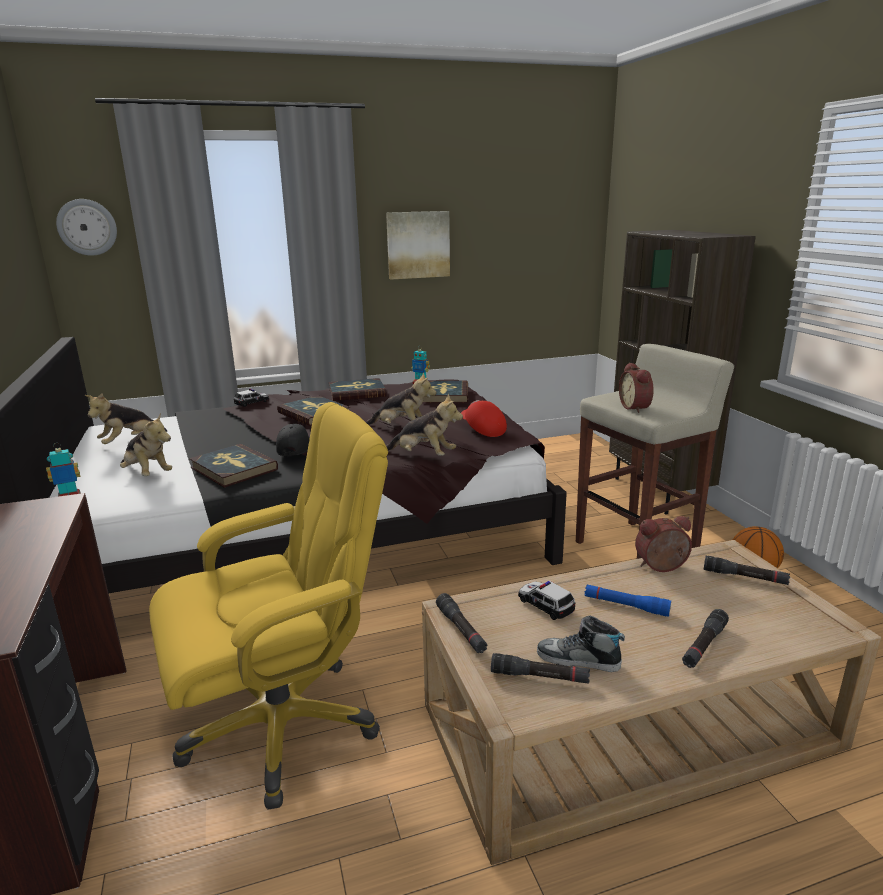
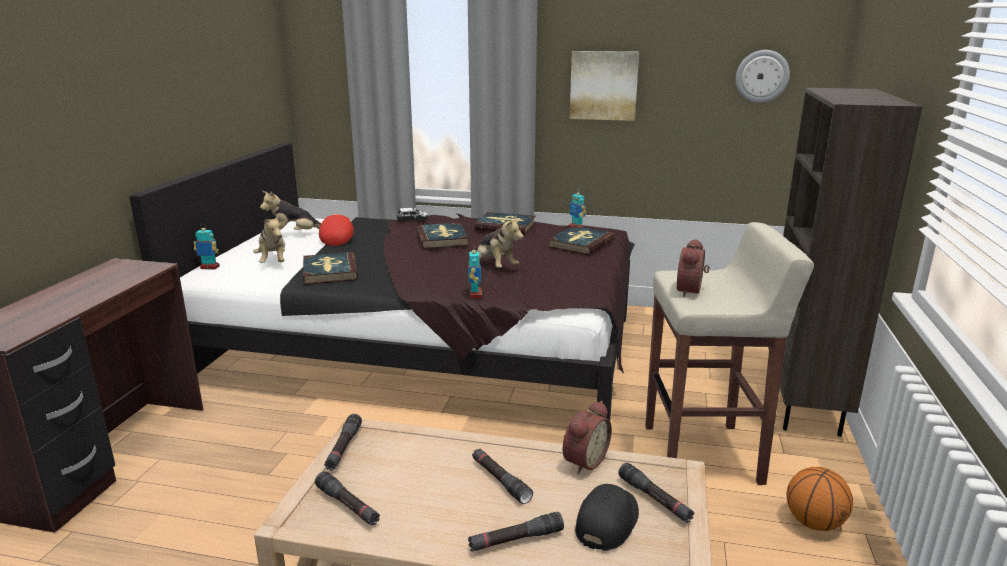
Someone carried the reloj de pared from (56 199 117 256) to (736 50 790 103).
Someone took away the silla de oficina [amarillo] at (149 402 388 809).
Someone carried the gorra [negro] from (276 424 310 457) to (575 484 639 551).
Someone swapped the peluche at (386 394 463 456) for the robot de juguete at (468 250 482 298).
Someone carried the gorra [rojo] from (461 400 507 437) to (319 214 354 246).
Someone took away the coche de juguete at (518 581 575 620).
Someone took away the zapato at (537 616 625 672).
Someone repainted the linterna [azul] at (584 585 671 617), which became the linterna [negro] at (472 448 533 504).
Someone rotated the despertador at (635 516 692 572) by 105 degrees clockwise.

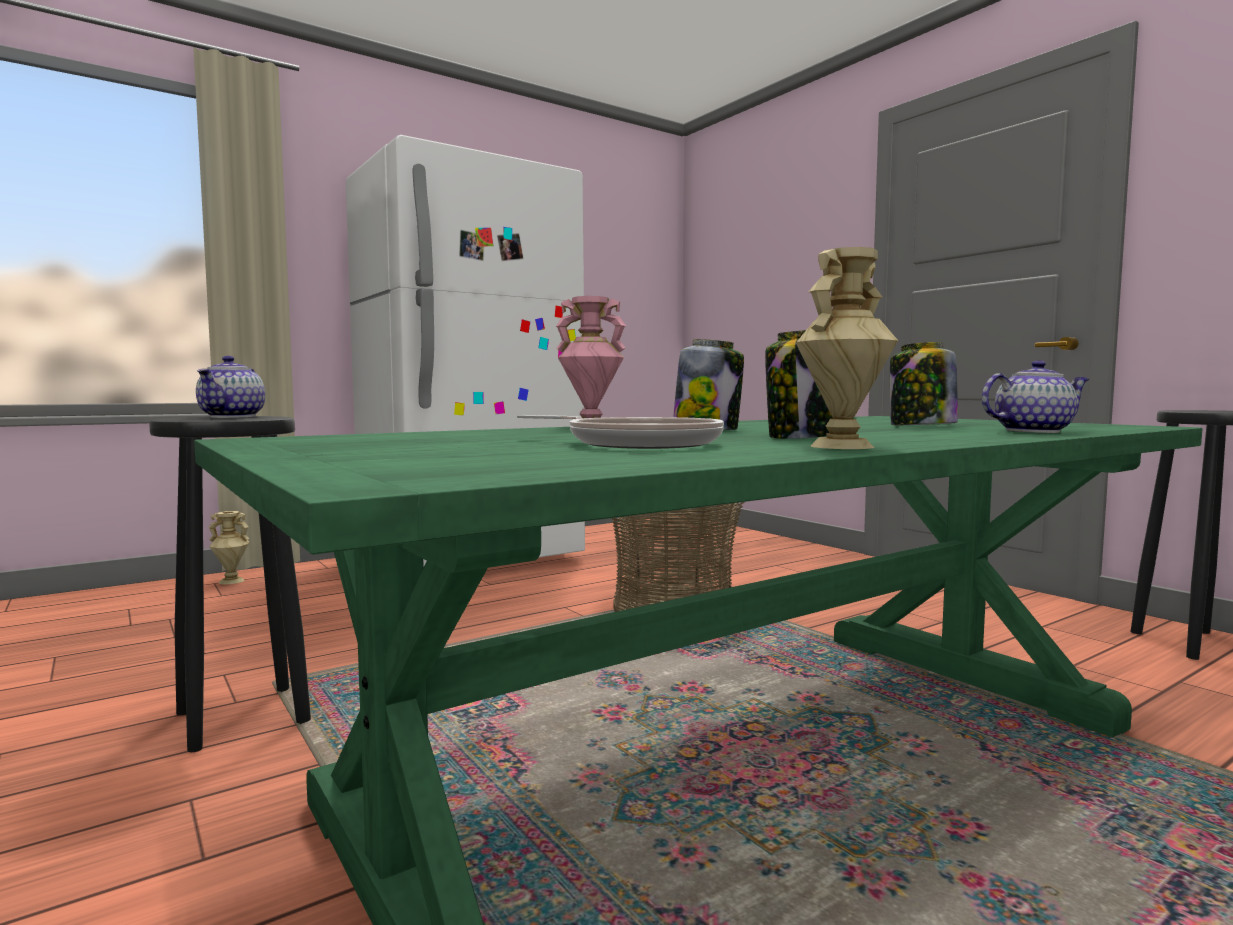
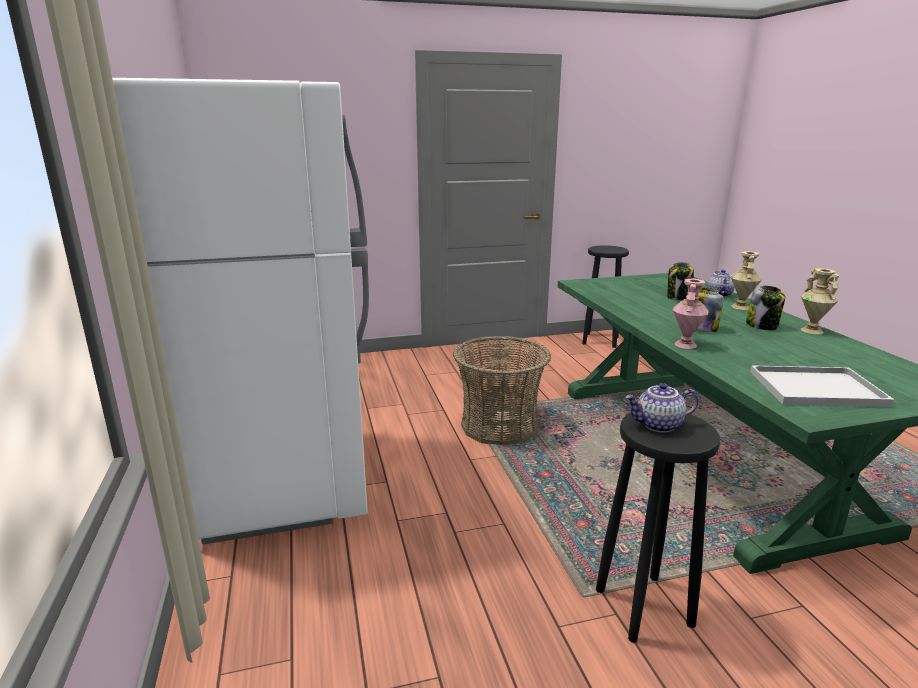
Someone rotated the tetera at (196 356 265 418) by 150 degrees clockwise.
Someone carried the florero [beis] from (209 511 249 584) to (731 251 762 310).
Someone took away the sartén at (517 415 724 449).
Someone put down the bandeja [blanco] at (750 365 894 407).

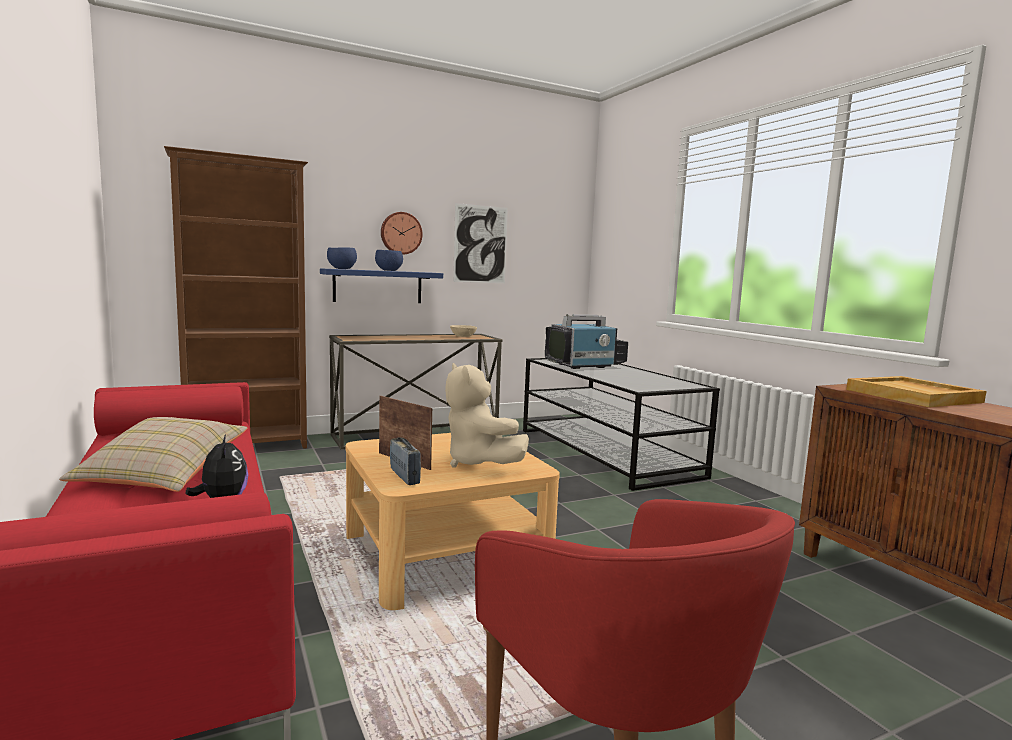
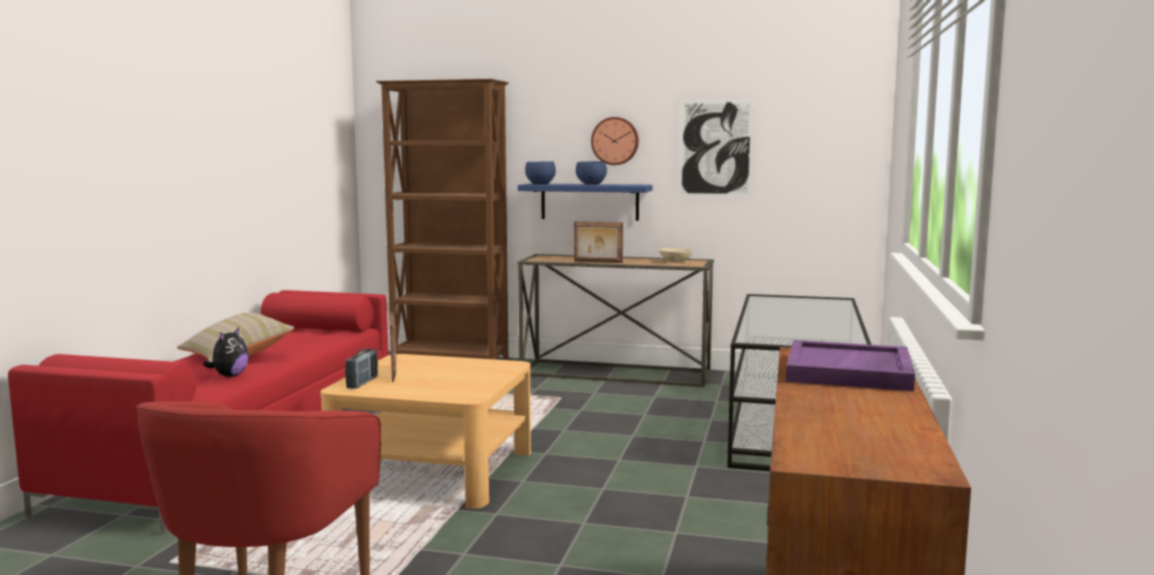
Someone took away the peluche [beis] at (445 363 529 468).
Someone took away the televisor at (545 314 628 369).
Someone repainted the bandeja [beis] at (846 376 986 407), which became the bandeja [morado] at (786 340 915 391).
Someone put down the portarretratos at (574 221 623 263).

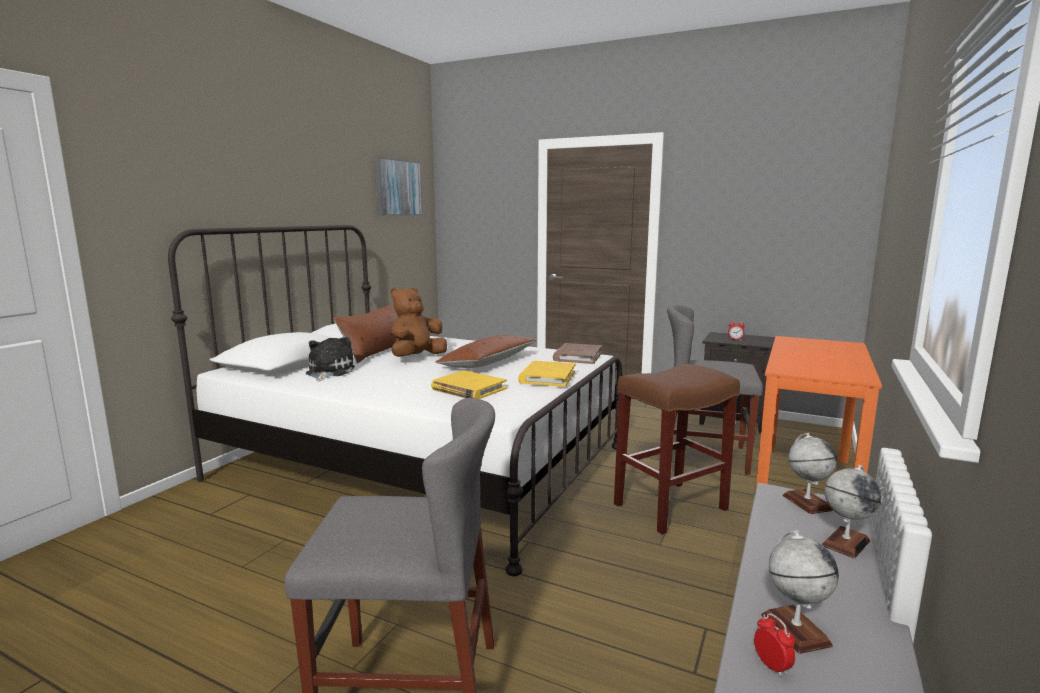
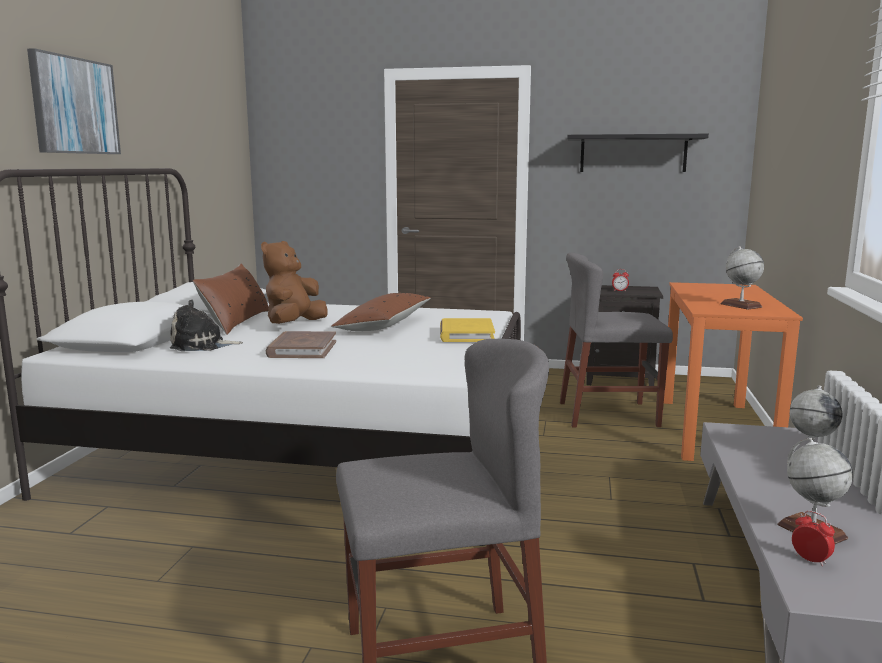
Someone rotated the peluche at (306 337 355 381) by 90 degrees counterclockwise.
Someone carried the cuadro from (376 157 423 216) to (27 48 121 154).
Someone took away the libro [amarillo] at (431 370 507 399).
Someone carried the libro [marrón] from (553 343 602 364) to (266 331 336 358).
Someone took away the taburete [marrón] at (614 364 740 535).
Someone carried the globo terráqueo from (783 433 837 514) to (721 246 764 309).
Someone put up the estante [negro] at (567 134 709 172).

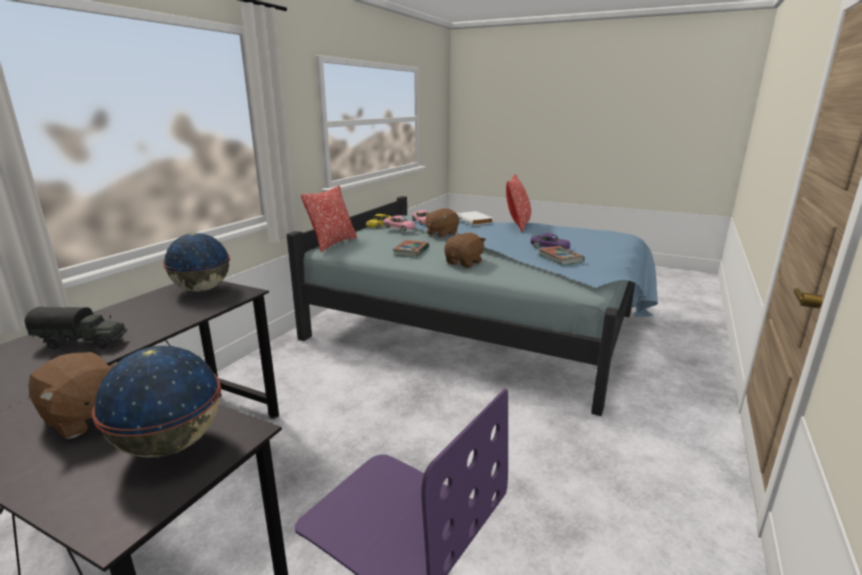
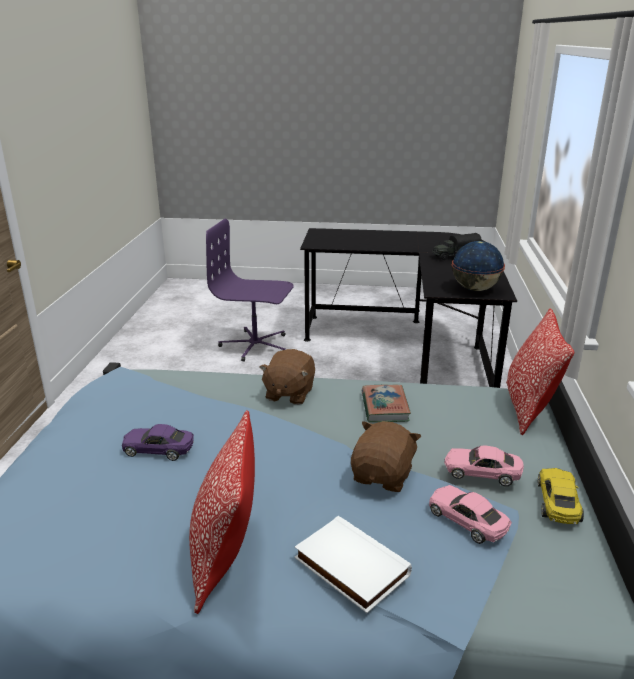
Someone took away the peluche [marrón] at (28 352 118 439).
Someone took away the globo terráqueo at (92 346 221 458).
Someone took away the libro at (539 246 585 265).

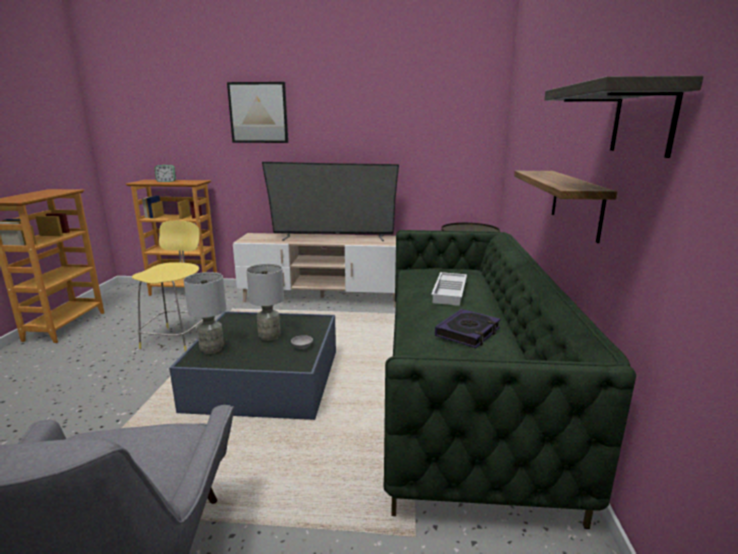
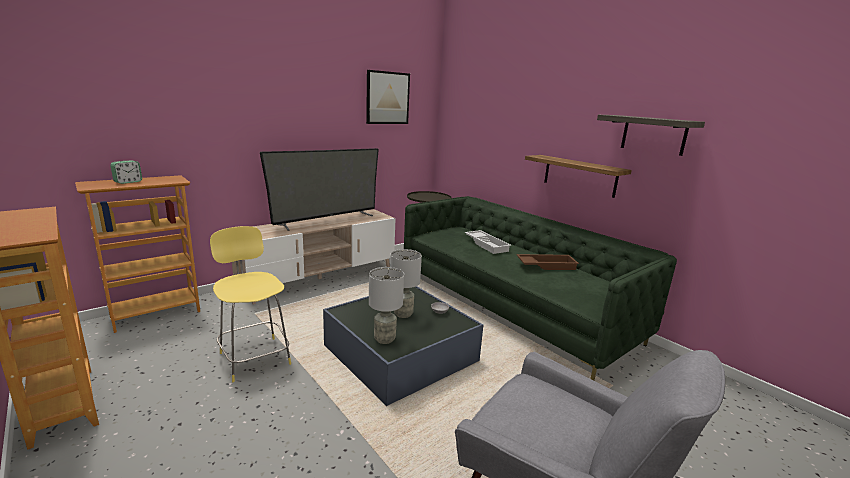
Someone carried the cuadro from (227 82 288 143) to (366 70 410 124).
Someone swapped the libro at (435 309 501 348) for the bandeja [marrón] at (517 254 579 270).

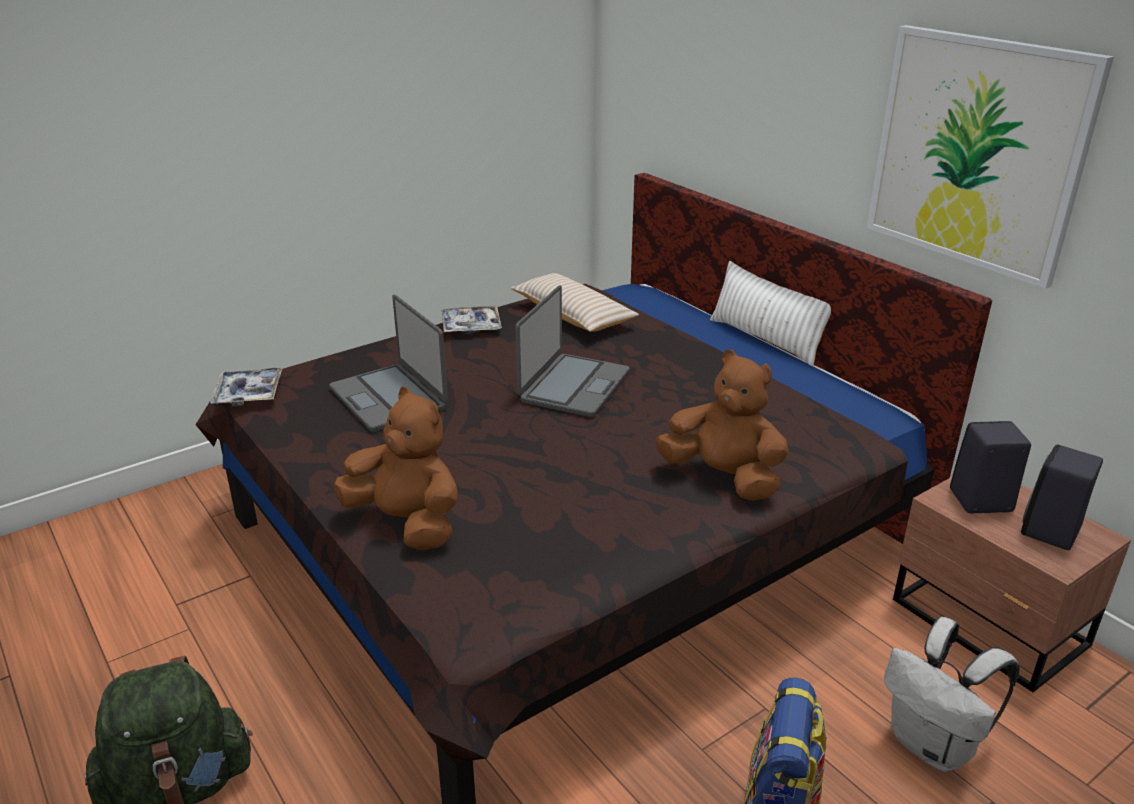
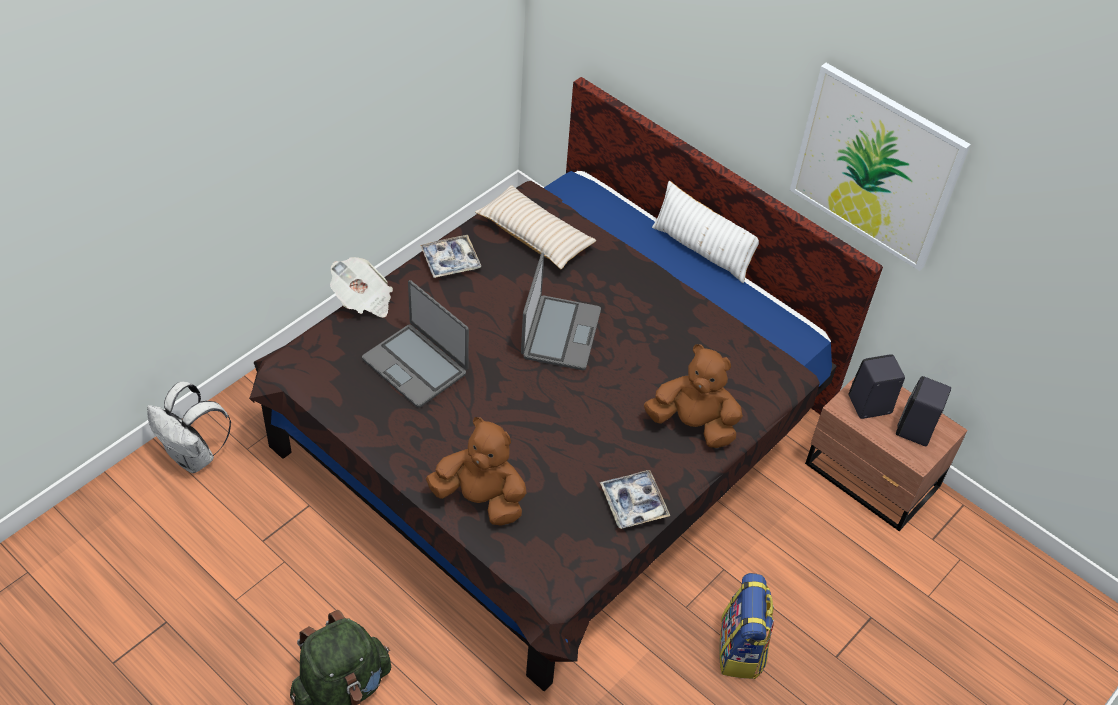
Someone carried the bandeja from (210 368 282 406) to (600 470 670 529).
Someone carried the mochila [blanco] from (884 617 1020 772) to (147 382 231 473).
Someone put down the periódico at (330 257 393 318).

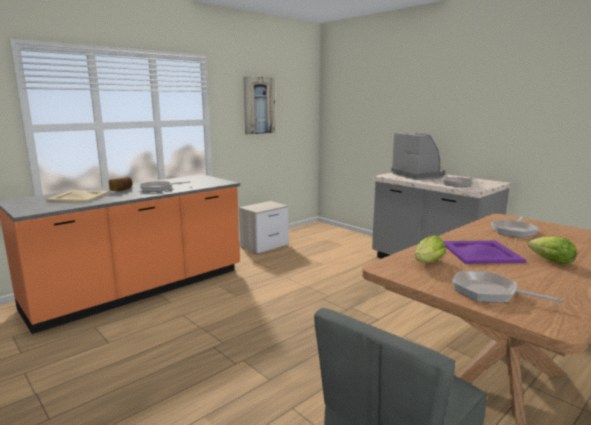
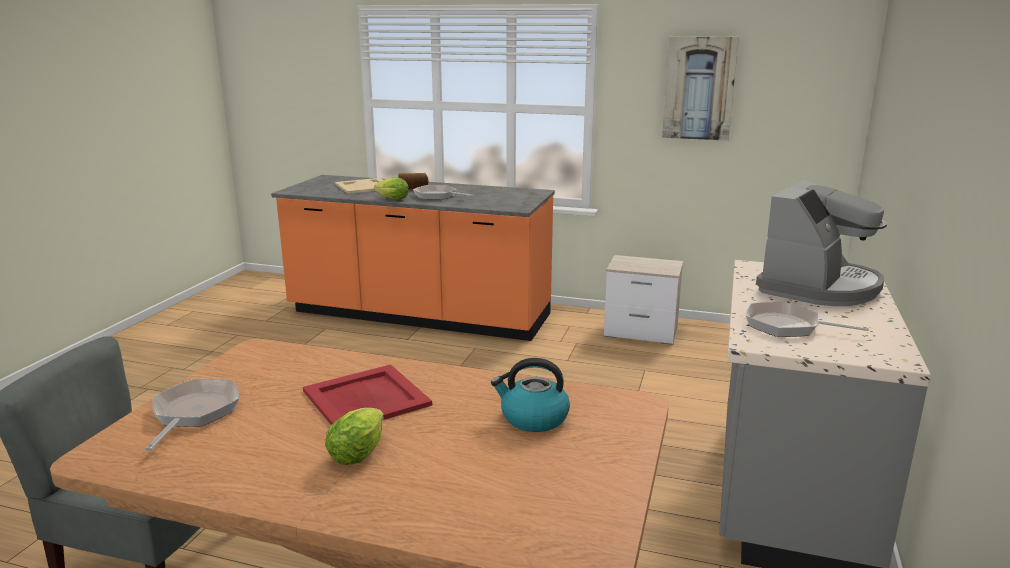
Someone carried the lechuga from (415 235 446 263) to (374 178 409 200).
Someone repainted the bandeja [morado] at (443 240 526 264), which became the bandeja [rojo] at (303 364 432 425).
Someone swapped the sartén at (491 216 539 238) for the hervidor at (491 358 570 432).

